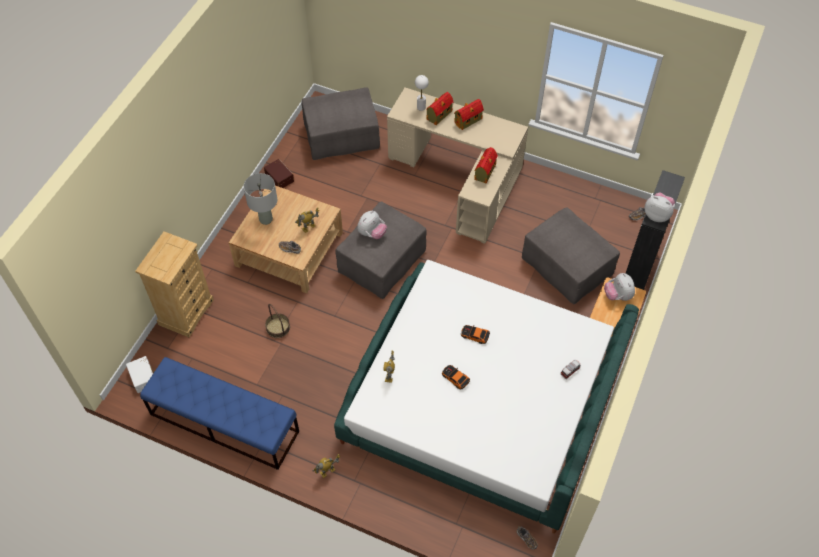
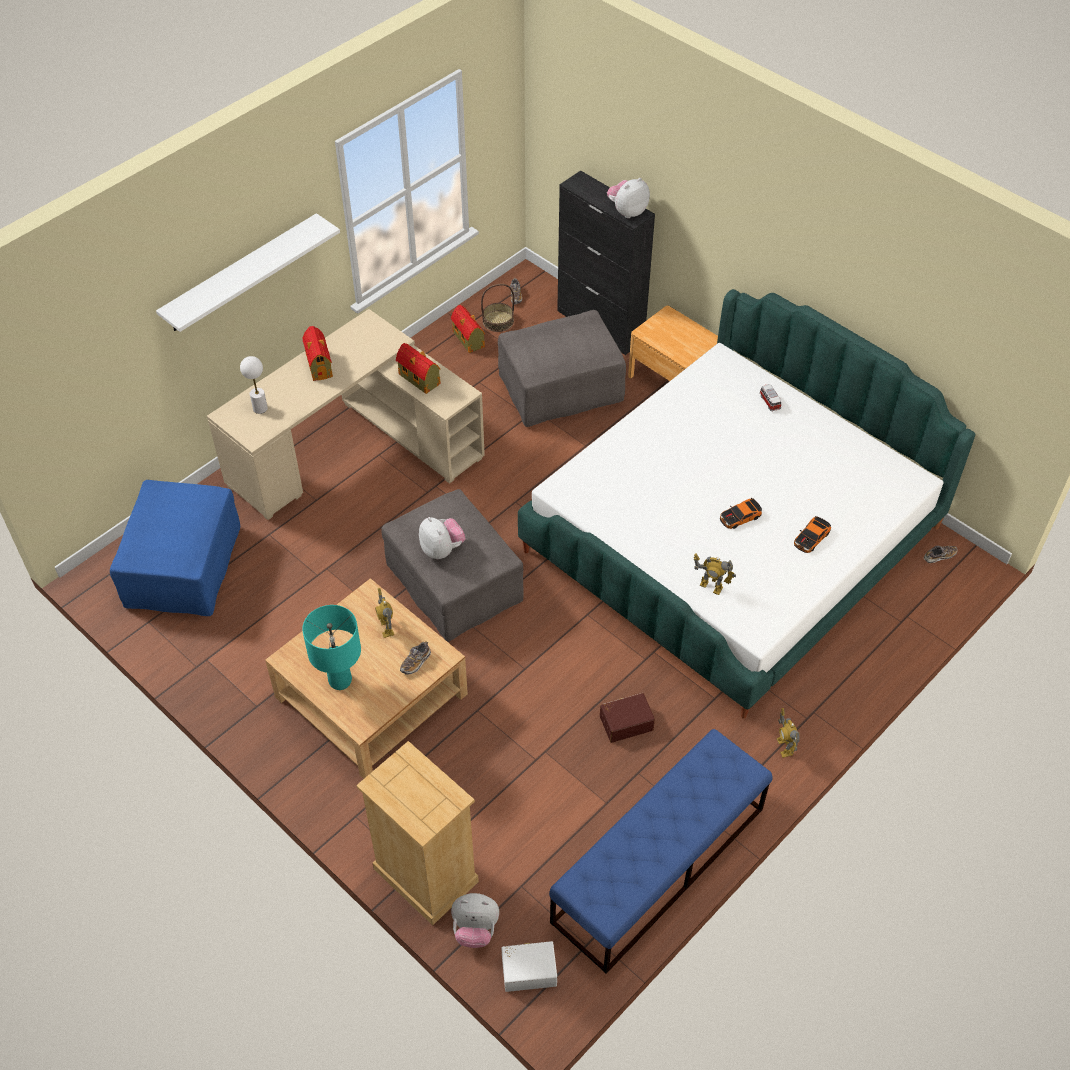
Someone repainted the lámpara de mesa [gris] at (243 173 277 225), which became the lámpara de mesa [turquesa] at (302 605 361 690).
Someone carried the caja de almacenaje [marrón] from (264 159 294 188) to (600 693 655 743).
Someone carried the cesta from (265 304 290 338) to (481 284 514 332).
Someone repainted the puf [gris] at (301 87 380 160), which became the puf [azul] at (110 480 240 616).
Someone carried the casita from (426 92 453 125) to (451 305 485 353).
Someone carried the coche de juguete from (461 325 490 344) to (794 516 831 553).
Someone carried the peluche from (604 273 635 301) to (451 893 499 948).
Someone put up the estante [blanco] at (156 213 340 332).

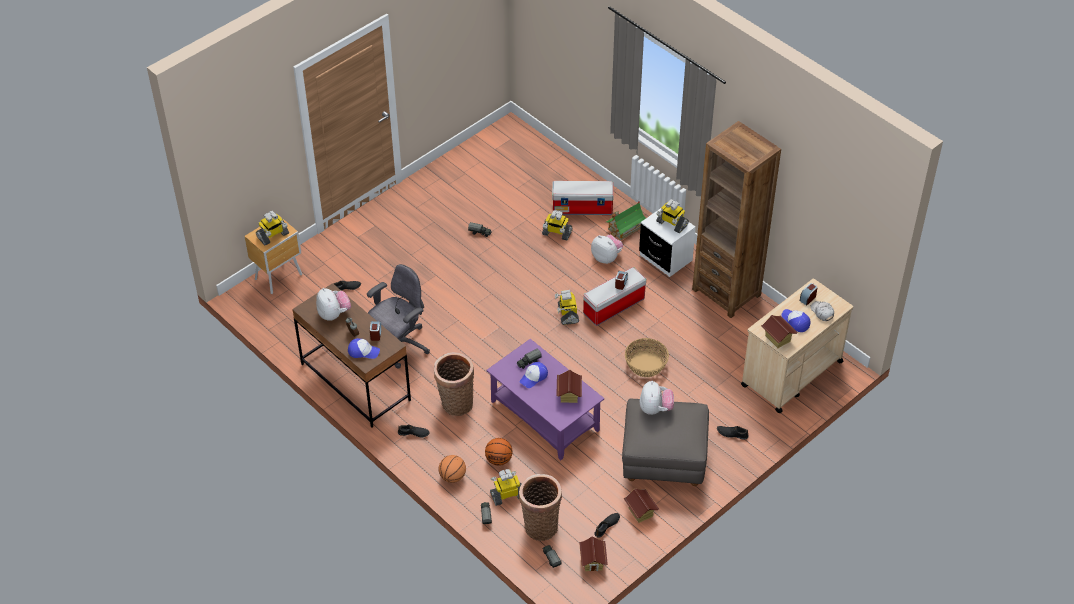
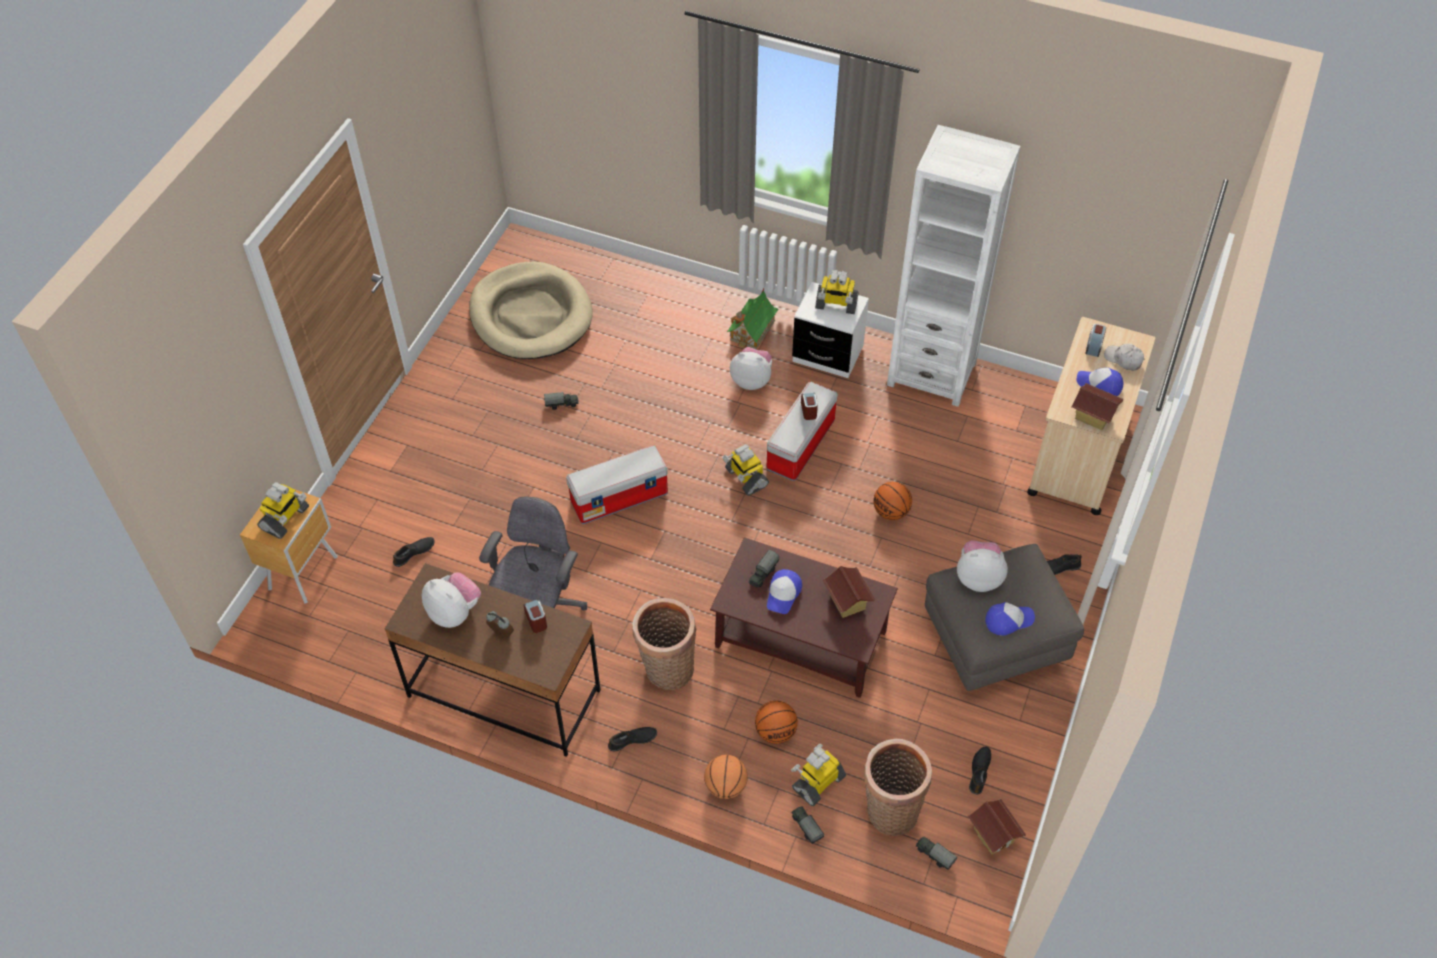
Someone carried the gorra from (348 338 380 359) to (985 602 1035 635).
Someone repainted the mesa de centro [morado] at (486 339 604 460), which became the mesa de centro [marrón] at (710 537 898 698).
Someone took away the robot de juguete at (542 210 572 241).
Someone carried the caja de almacenaje from (552 181 614 215) to (566 445 668 524).
Someone took away the casita at (623 488 659 523).
Someone swapped the cesta at (625 338 669 377) for the balón de baloncesto at (873 482 912 520).
Someone rotated the peluche at (640 381 674 415) by 60 degrees counterclockwise.
Someone repainted the estantería [marrón] at (692 121 781 318), which became the estantería [blanco] at (887 125 1021 407).
Someone put down the cama para perro [beis] at (469 262 593 359).

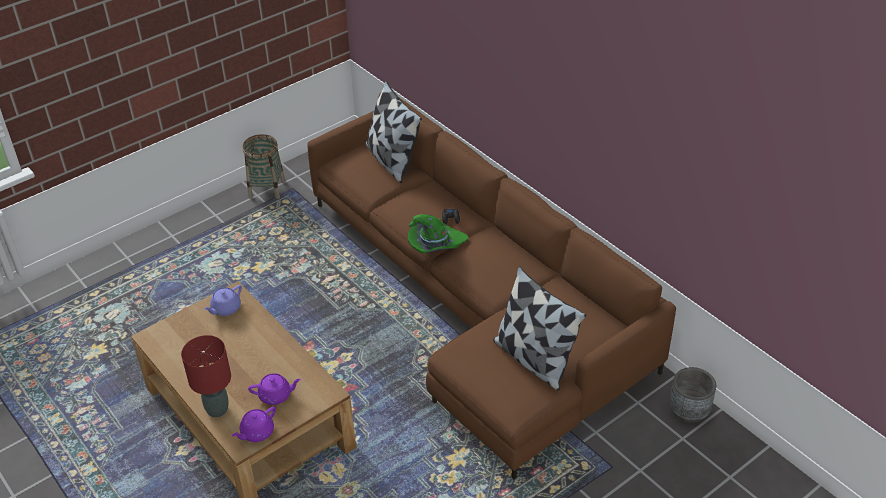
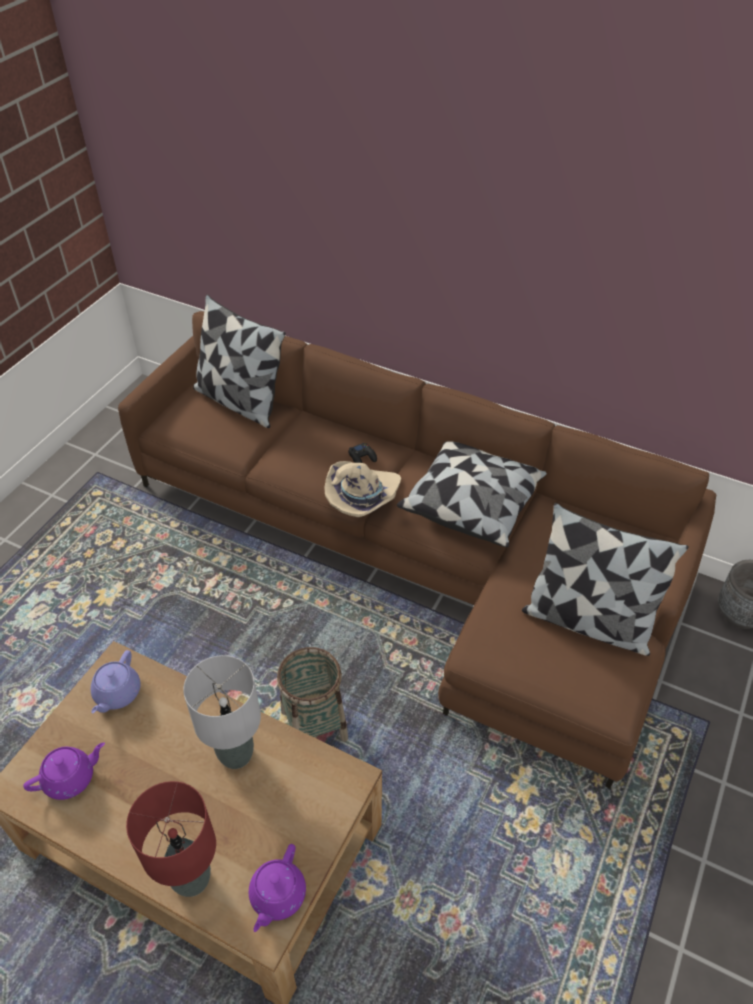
Someone carried the cesta from (242 134 285 199) to (277 647 348 741).
Someone carried the tetera [morado] from (248 373 301 405) to (23 742 105 800).
Someone repainted the sombrero [verde] at (408 214 469 253), which became the sombrero [beis] at (324 461 401 517).
Someone put down the lámpara de mesa [gris] at (183 655 261 769).
Someone put down the cojín at (397 441 547 547).

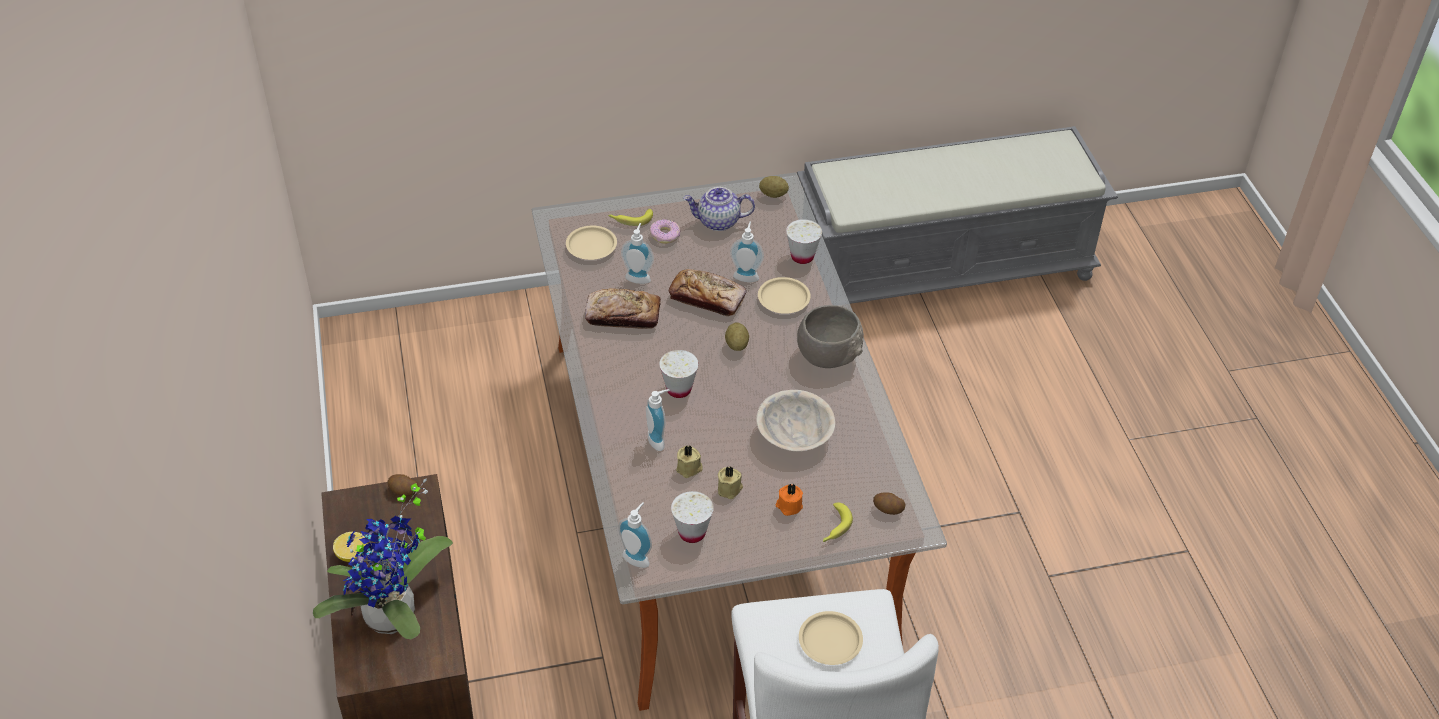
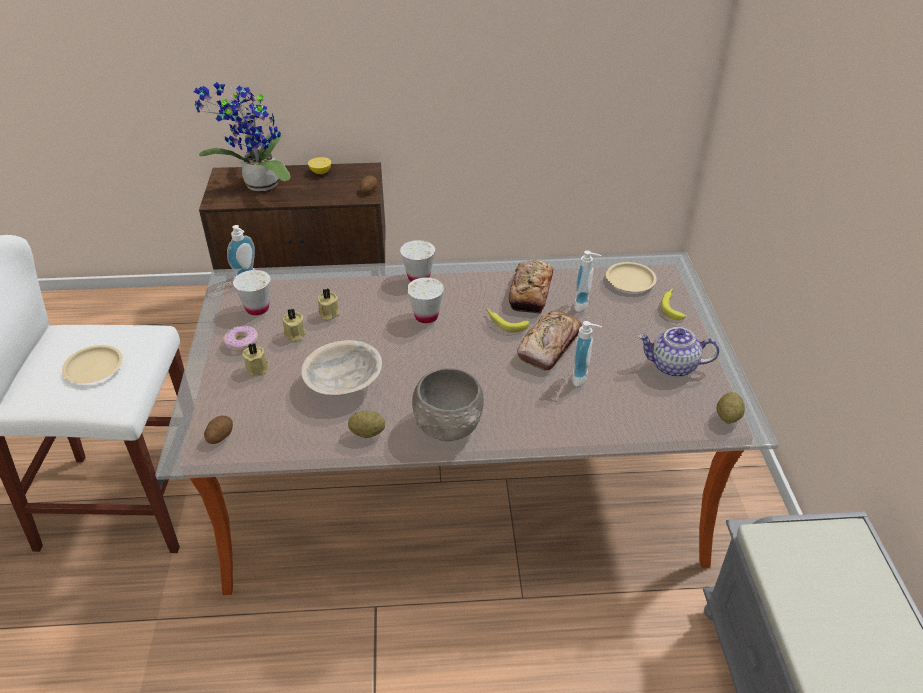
Someone took away the dispensador de jabón at (646 389 669 451).
Someone carried the rosquilla from (650 219 680 244) to (223 326 258 351).
Someone rotated the tetera at (683 187 755 231) by 90 degrees counterclockwise.
Someone carried the patata from (725 323 749 351) to (348 411 385 438).
Someone took away the plato [beis] at (758 277 811 314).
Someone repainted the vela [naranja] at (776 484 803 516), which became the vela [beis] at (242 343 268 376).
Someone carried the taza [blanco] from (786 219 822 264) to (400 240 435 282).
Someone carried the plátano from (823 502 853 542) to (486 309 529 333).

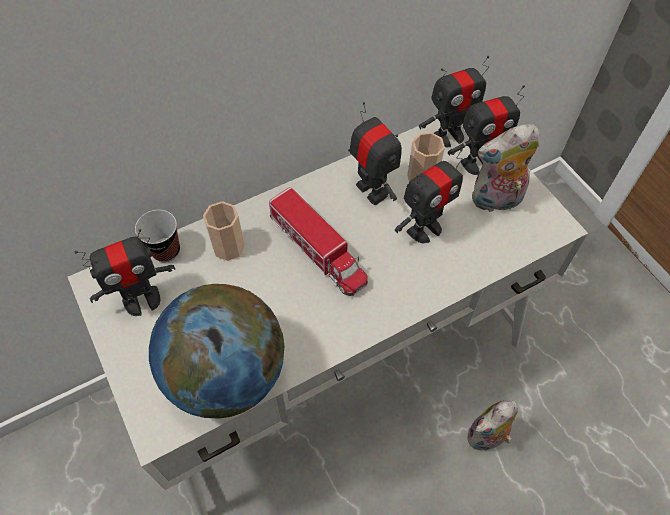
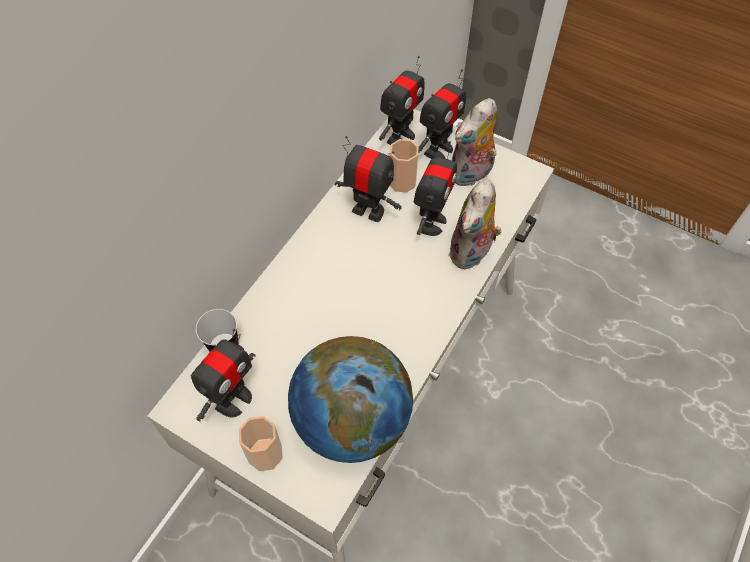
Someone carried the taza from (203 201 245 261) to (239 416 283 471).
Someone took away the camión de juguete at (269 187 368 296).
Someone carried the peluche from (467 400 518 451) to (448 179 501 270).

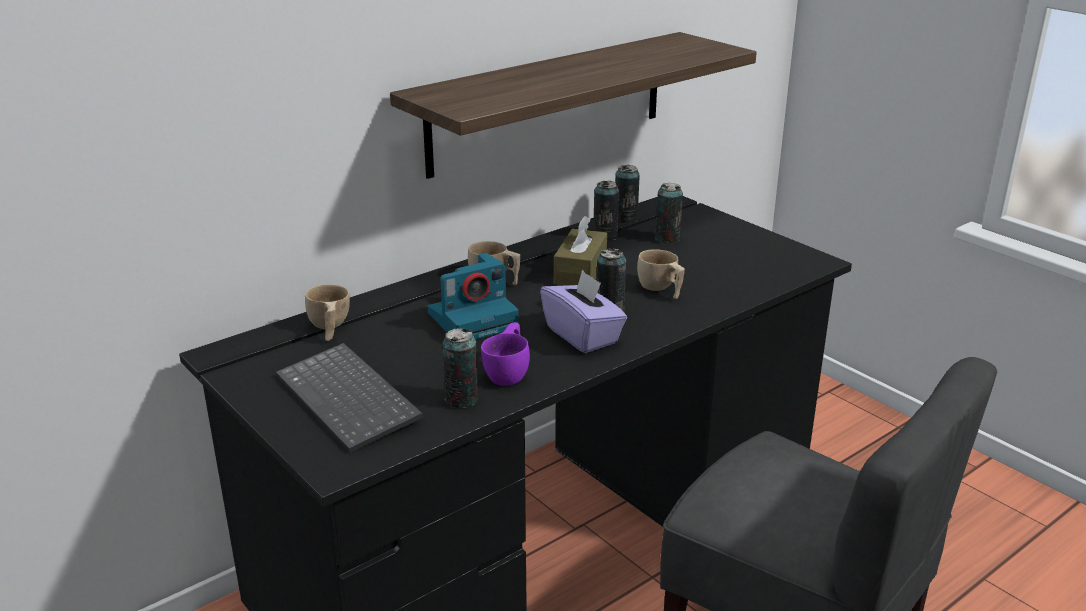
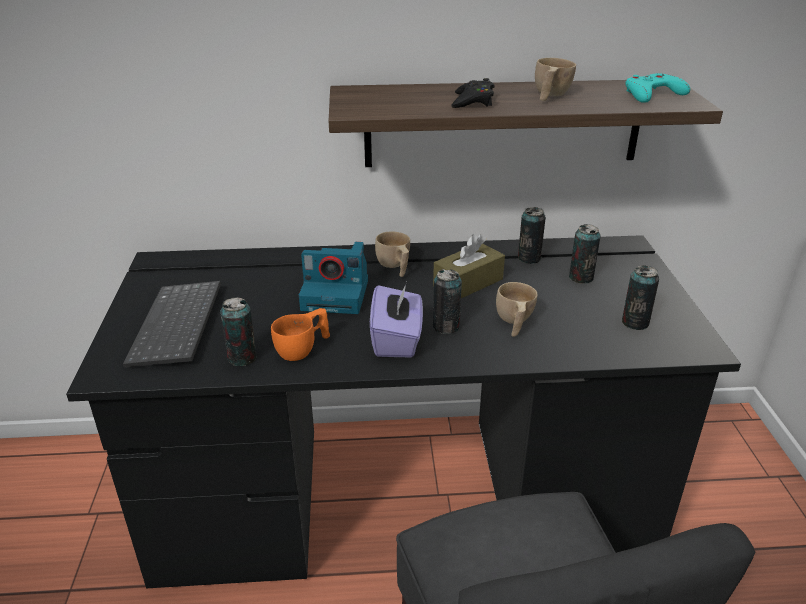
Someone carried the taza [beis] from (305 284 350 341) to (535 58 576 101).
Someone repainted the taza [morado] at (481 322 530 386), which became the taza [naranja] at (271 308 330 361).
Someone carried the lata from (615 165 640 223) to (622 265 659 330).
Someone put down the mando de consola [negro] at (451 78 495 108).
Someone put down the mando de consola [turquesa] at (626 73 690 103).

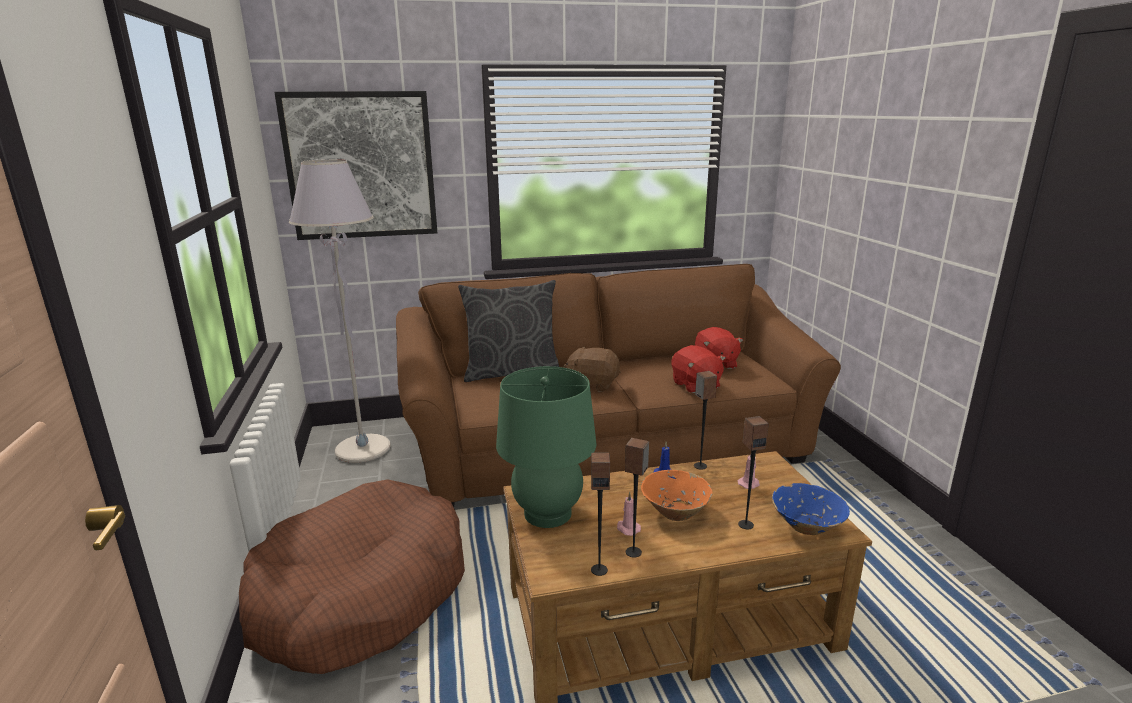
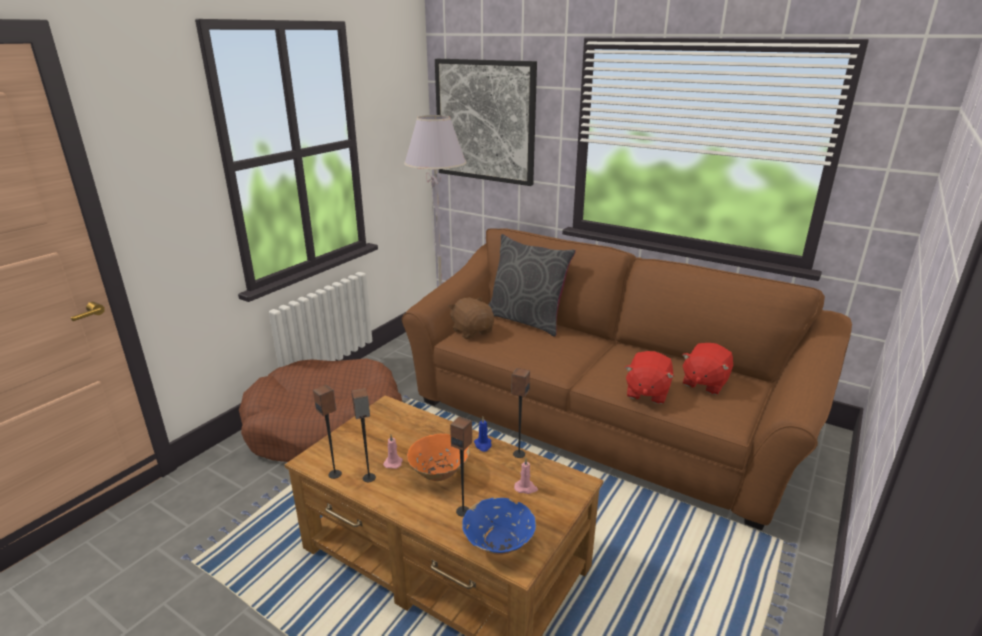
Someone took away the lámpara de mesa [verde] at (496 366 596 528).
Someone carried the peluche [marrón] from (564 346 621 392) to (448 297 494 339).

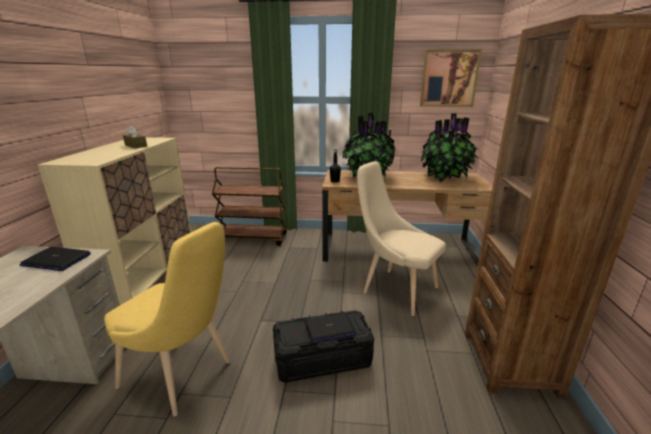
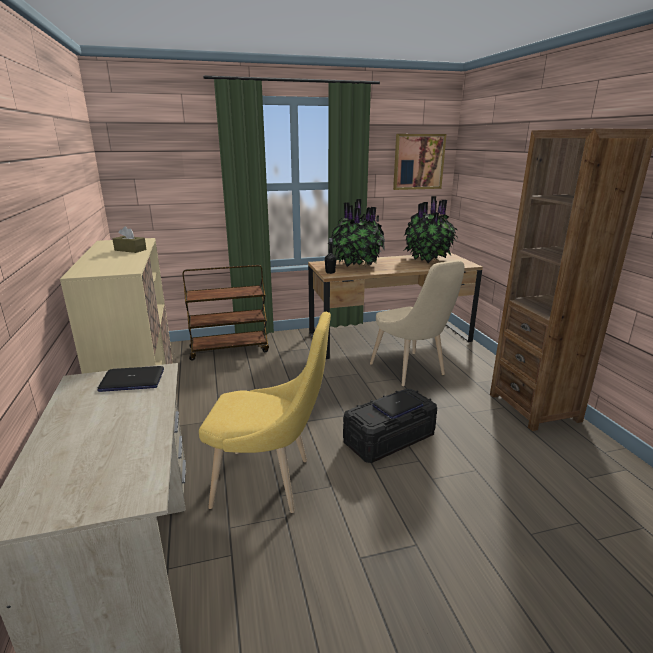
Someone rotated the silla [beis] at (357 161 446 316) by 135 degrees counterclockwise.

